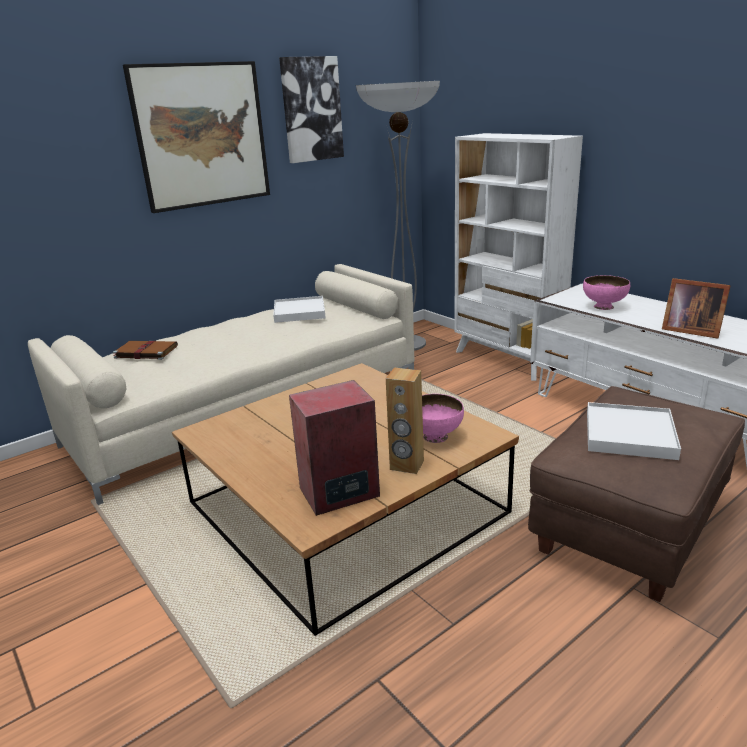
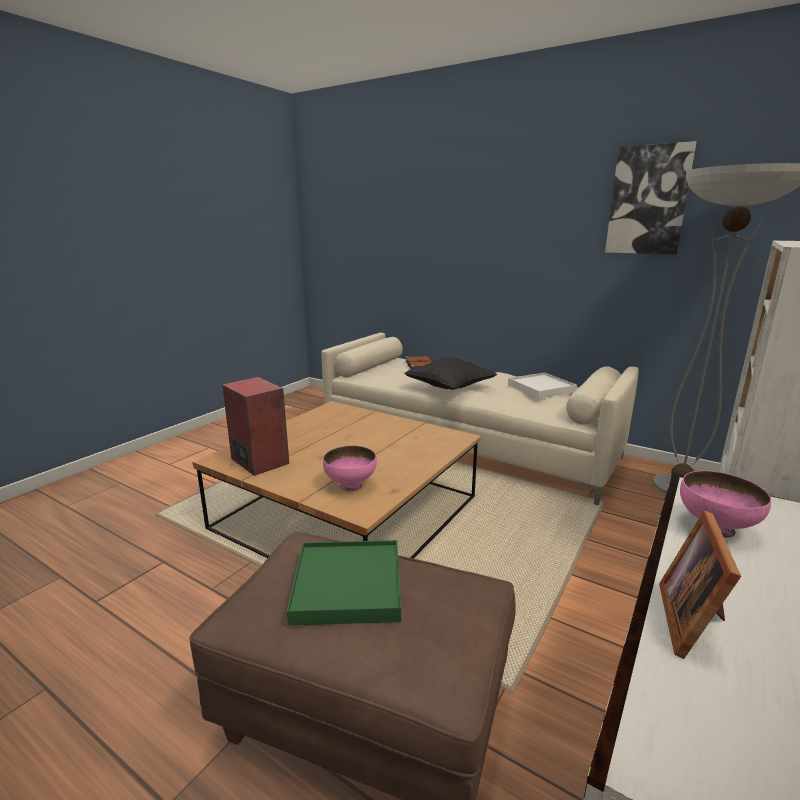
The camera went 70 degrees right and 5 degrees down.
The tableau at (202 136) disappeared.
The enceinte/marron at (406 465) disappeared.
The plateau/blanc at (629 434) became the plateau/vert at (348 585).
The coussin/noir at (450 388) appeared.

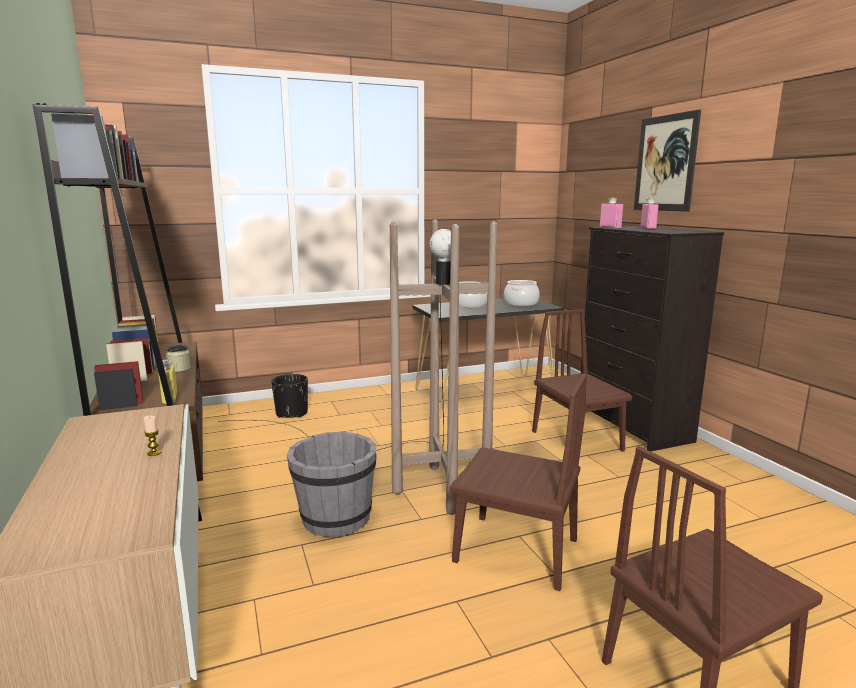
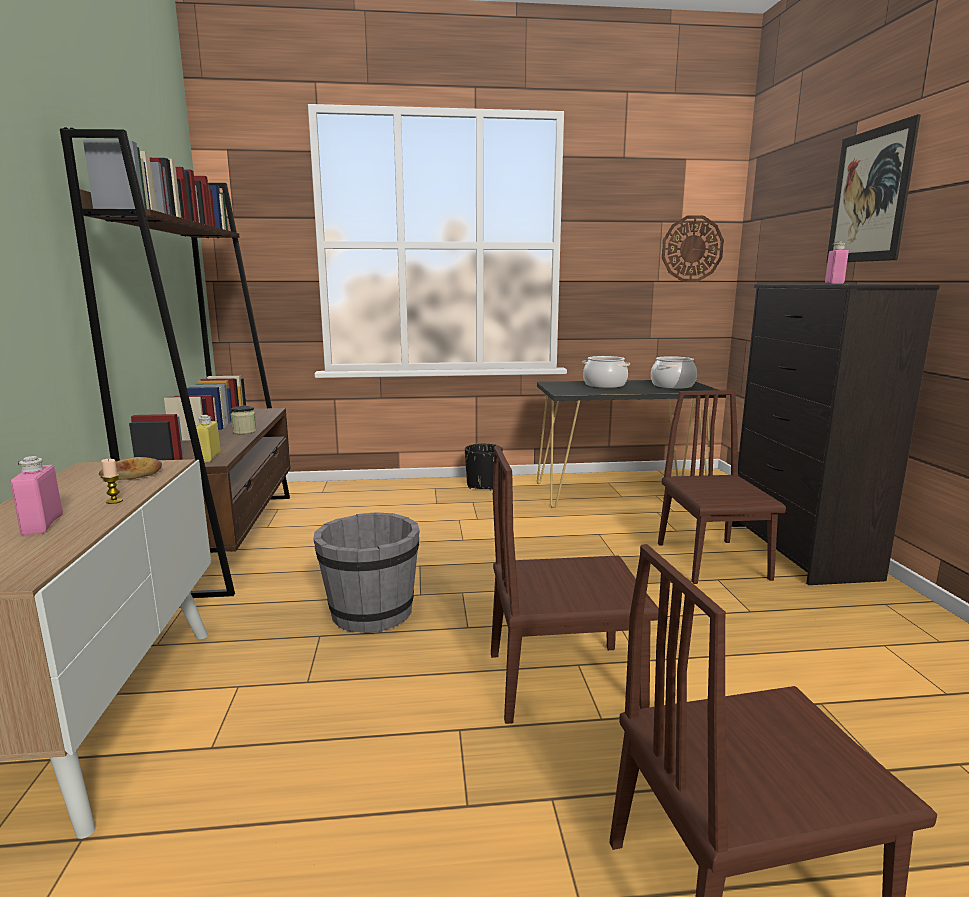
The camera went 15 degrees right and 0 degrees up.
The lampadaire/marron at (387 464) disappeared.
The cache-pot/noir moved from (292 413) to (483 485).
The chaise/marron at (515 550) turned 135 degrees clockwise.
The bouteille/rose moved from (610 227) to (42 525).
The pain at (133 474) appeared.
The horloge murale at (692 249) appeared.

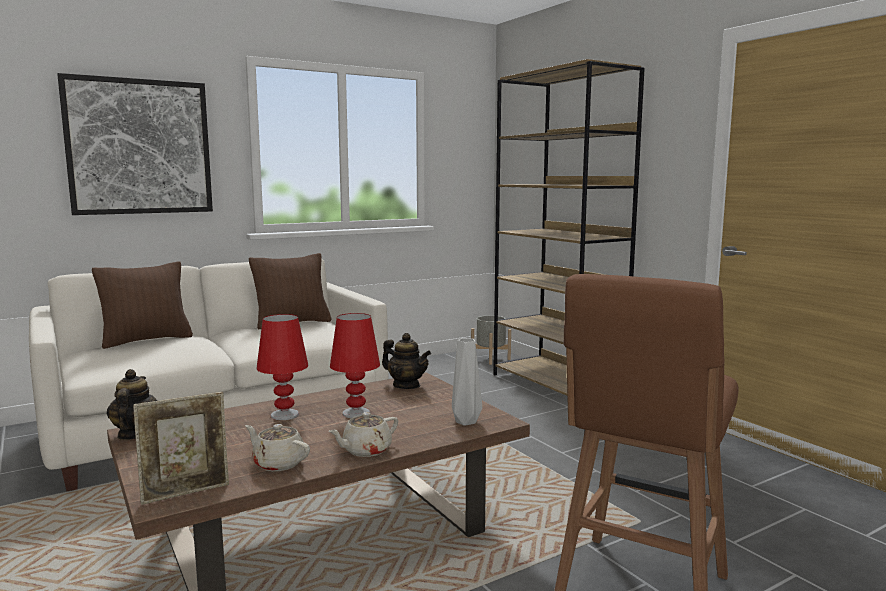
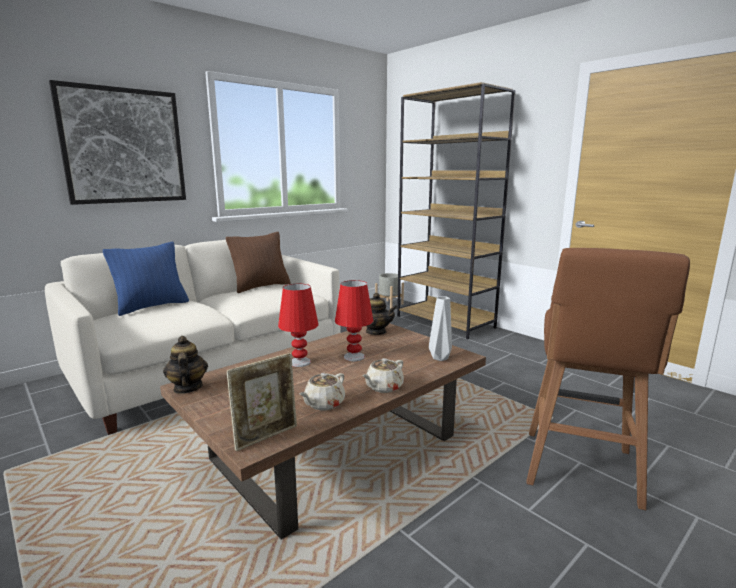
The camera went 10 degrees left and 5 degrees up.
The coussin/marron at (146 340) became the coussin/bleu at (152 307).
The théière/beige at (278 463) turned 75 degrees counterclockwise.

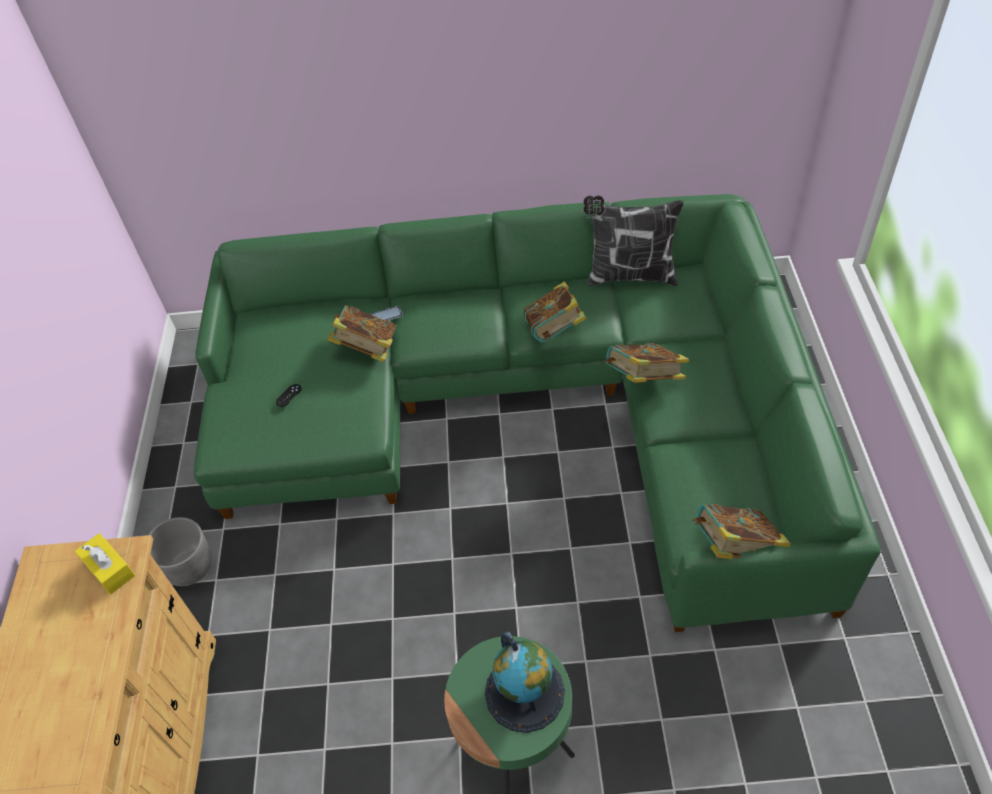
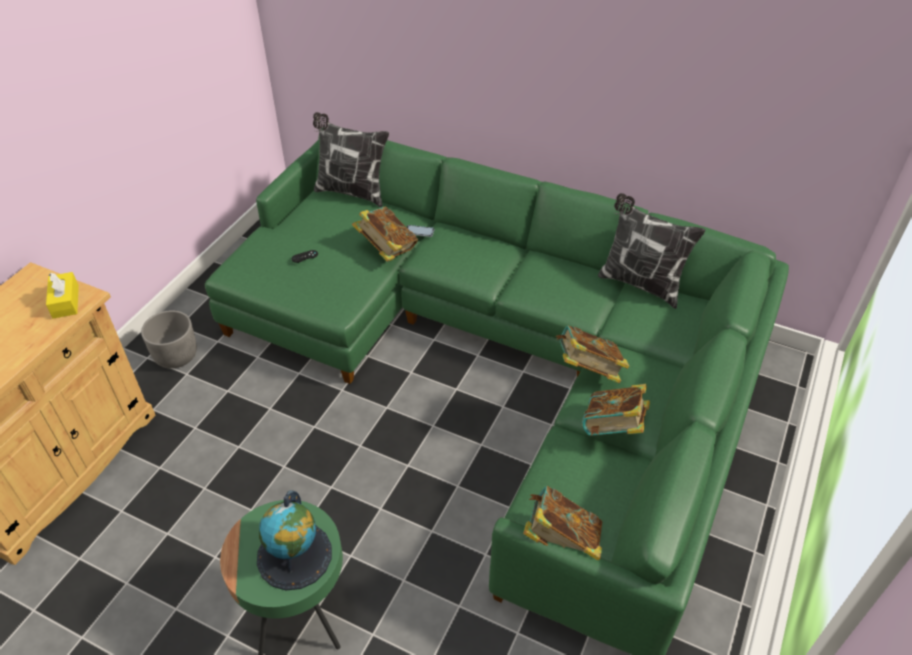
The camera went 25 degrees right and 5 degrees down.
The livre moved from (554 331) to (613 429).
The coussin at (351 192) appeared.

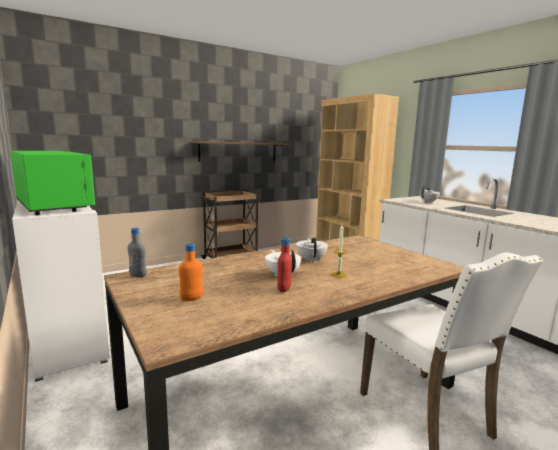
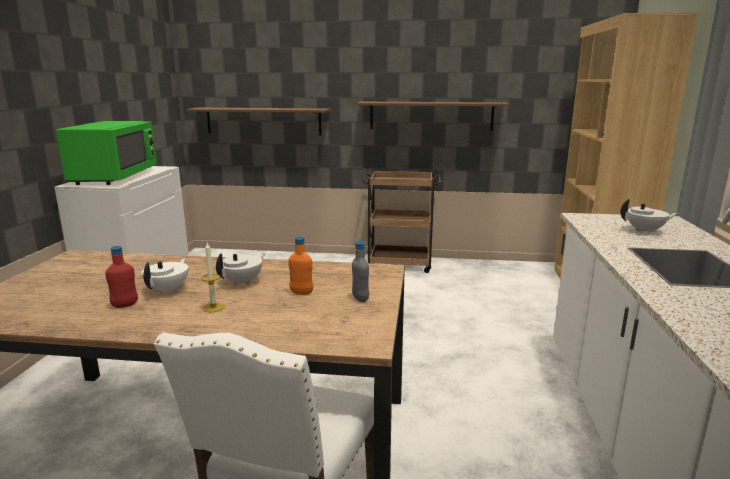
The camera went 40 degrees right and 5 degrees up.
The bouteille/gris moved from (138 276) to (360 299).
The bouteille/orange moved from (191 299) to (301 293).
The étagère/marron at (263 121) appeared.

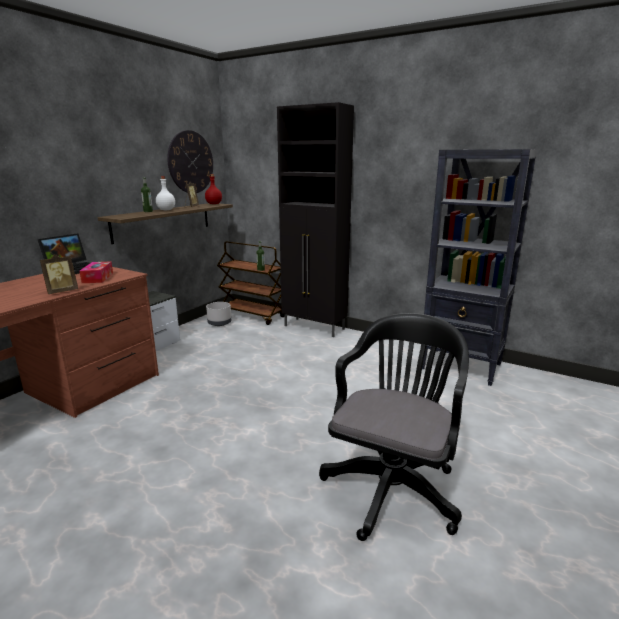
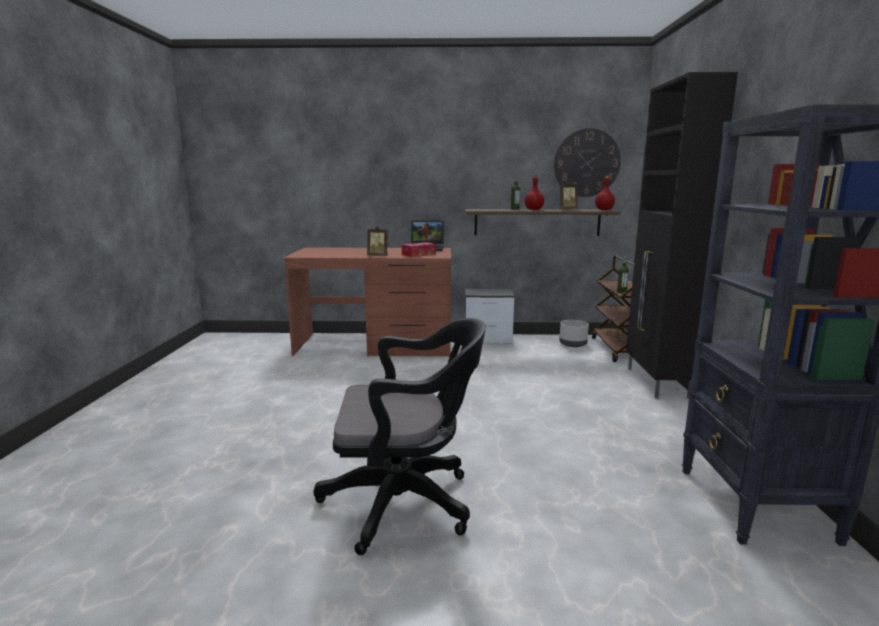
The camera went 60 degrees right and 5 degrees down.
The bouteille/blanc at (166 210) became the bouteille/rouge at (533 209).

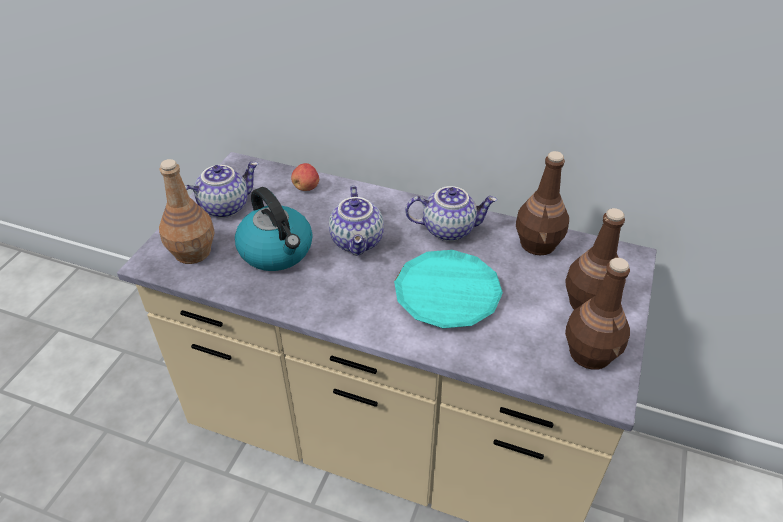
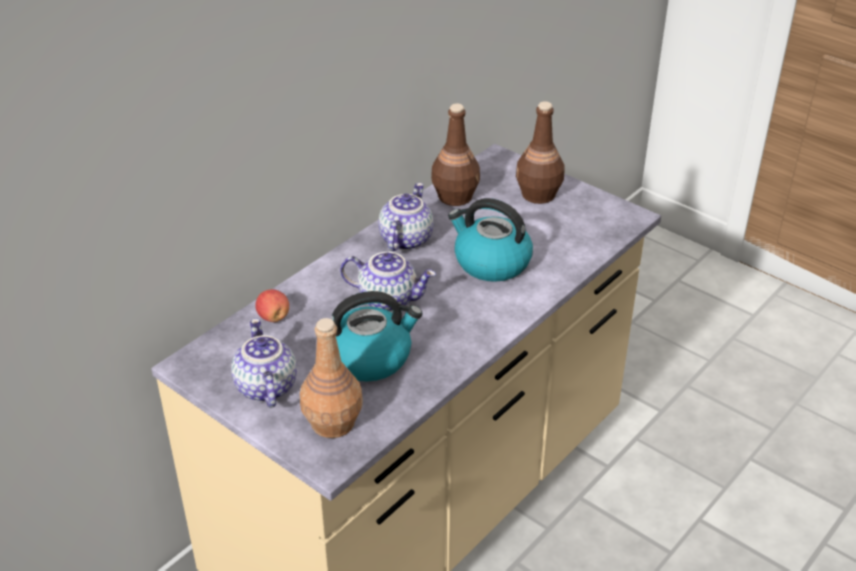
The camera went 70 degrees left and 5 degrees down.
The assiette/turquoise at (447 294) was replaced by the bouilloire at (490 262).
The bouteille/marron at (590 353) disappeared.

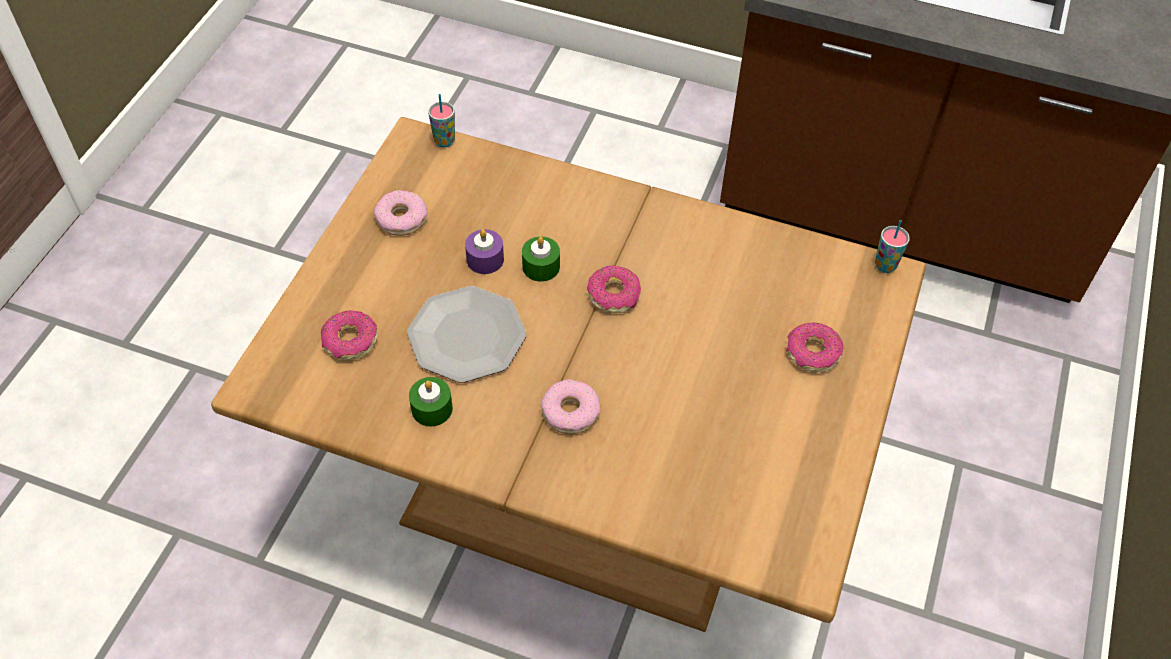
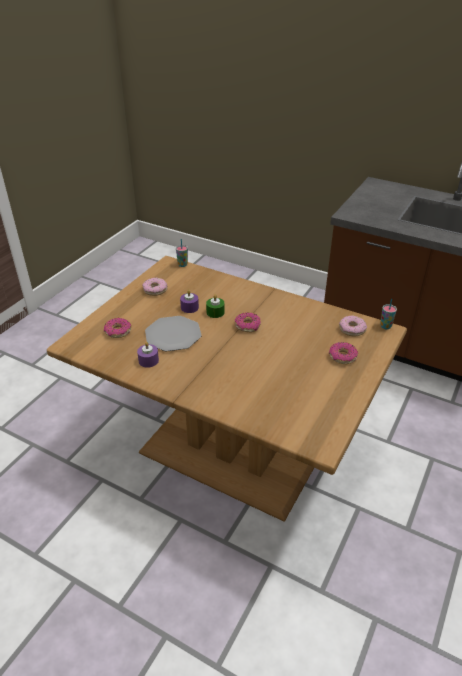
The camera went 10 degrees right and 15 degrees down.
The bougie/vert at (432 409) became the bougie/violet at (148 360).
The beignet moved from (570 412) to (352 329).

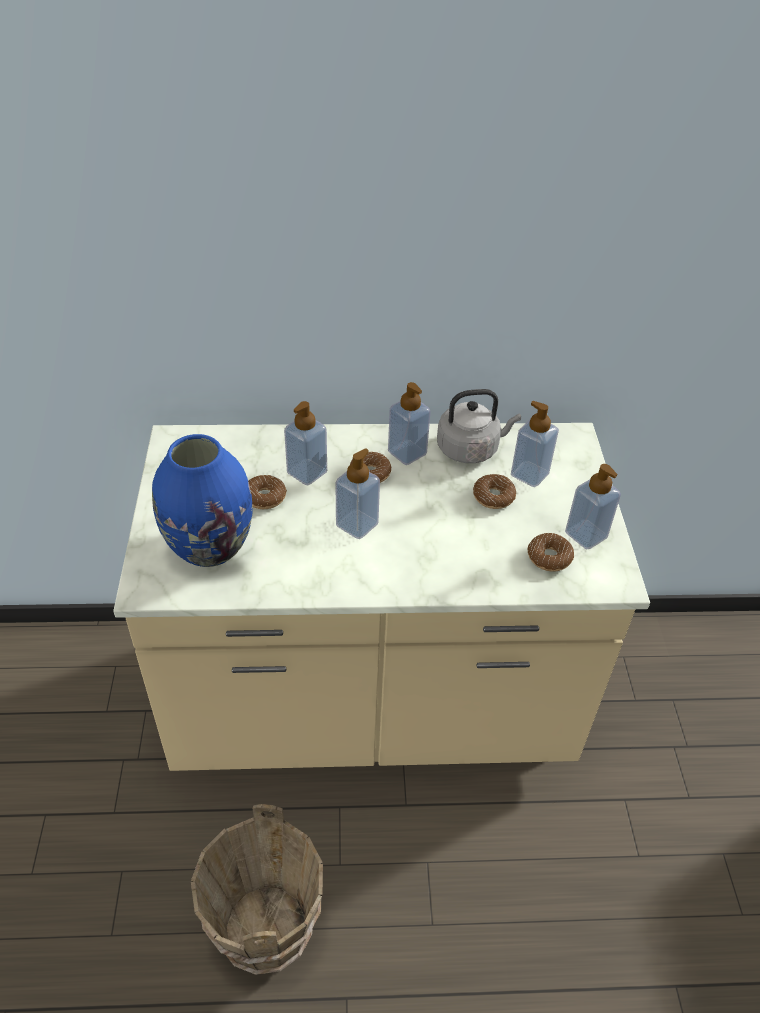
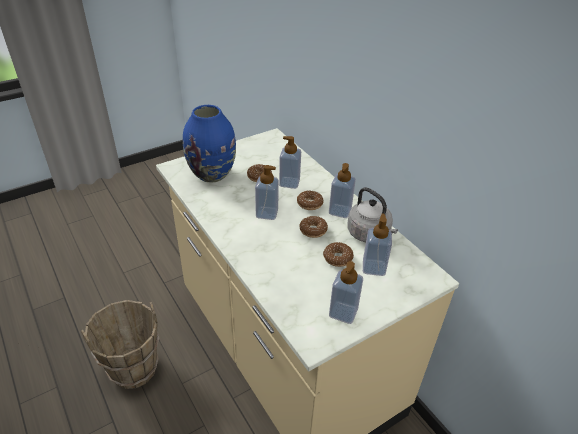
The camera went 60 degrees right and 5 degrees down.
The beignet moved from (549 557) to (313 230).

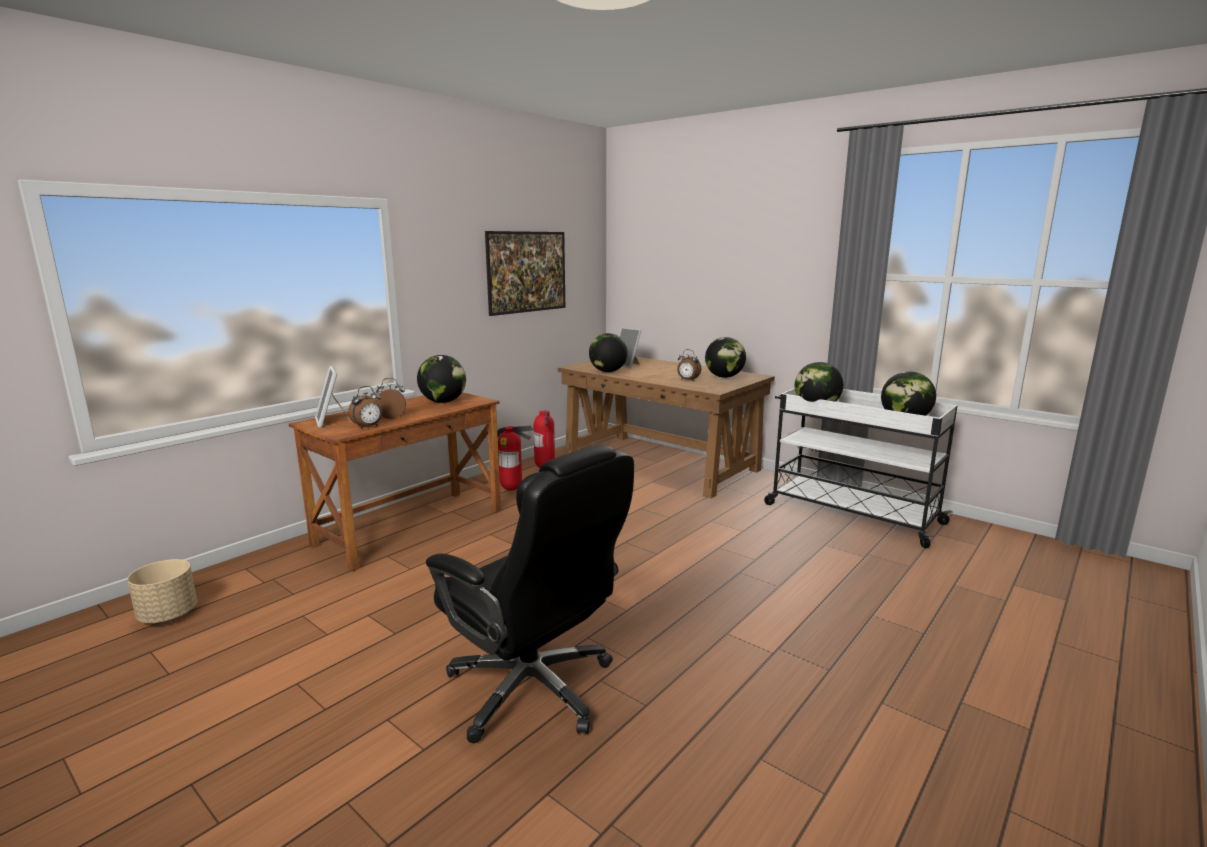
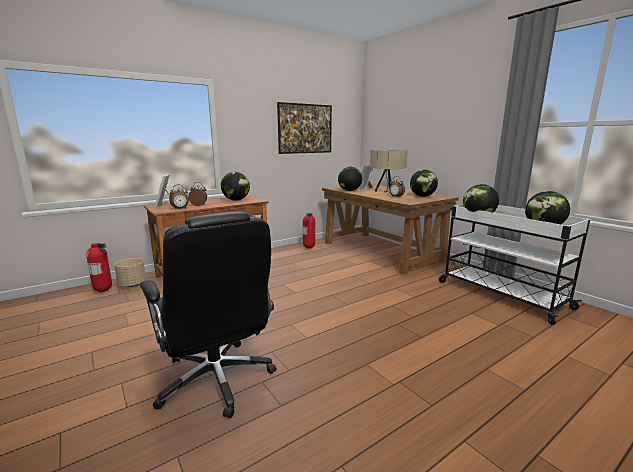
The camera went 15 degrees right and 0 degrees up.
The cache-pot/beige moved from (168 615) to (132 284).
The extincteur moved from (511 489) to (104 291).
The lampe de table/beige at (386 191) appeared.

